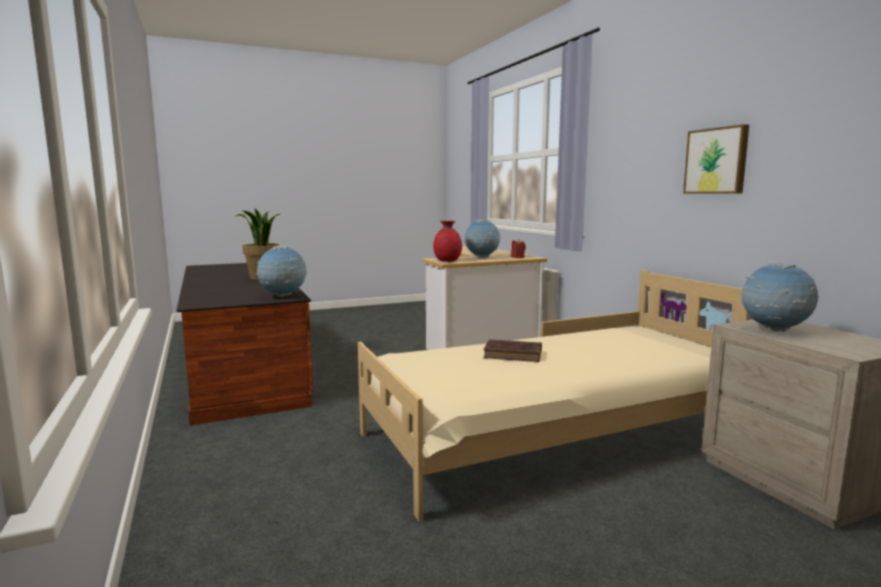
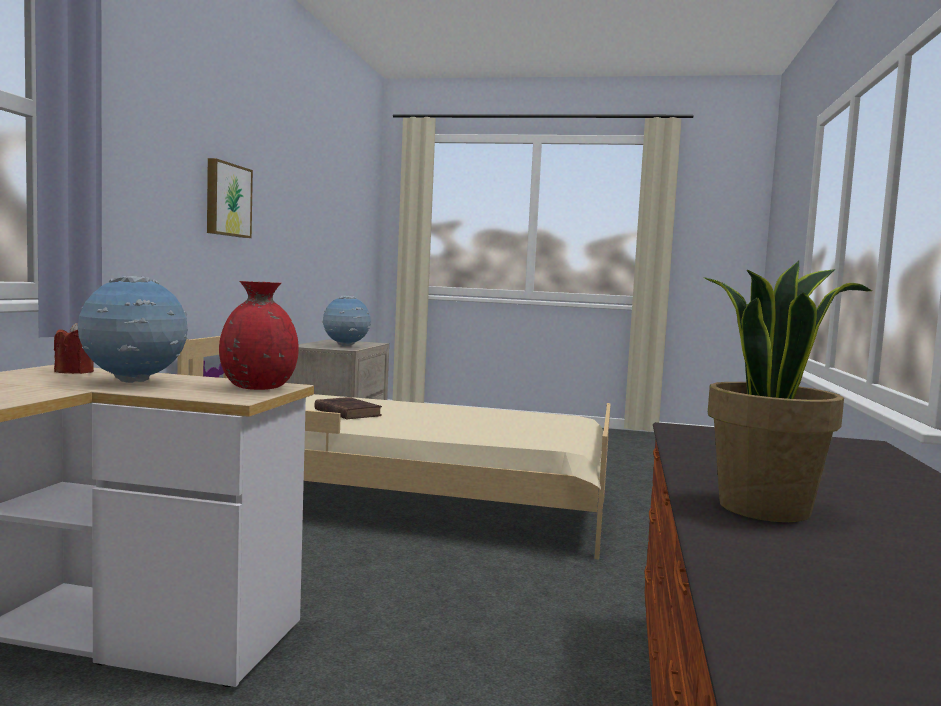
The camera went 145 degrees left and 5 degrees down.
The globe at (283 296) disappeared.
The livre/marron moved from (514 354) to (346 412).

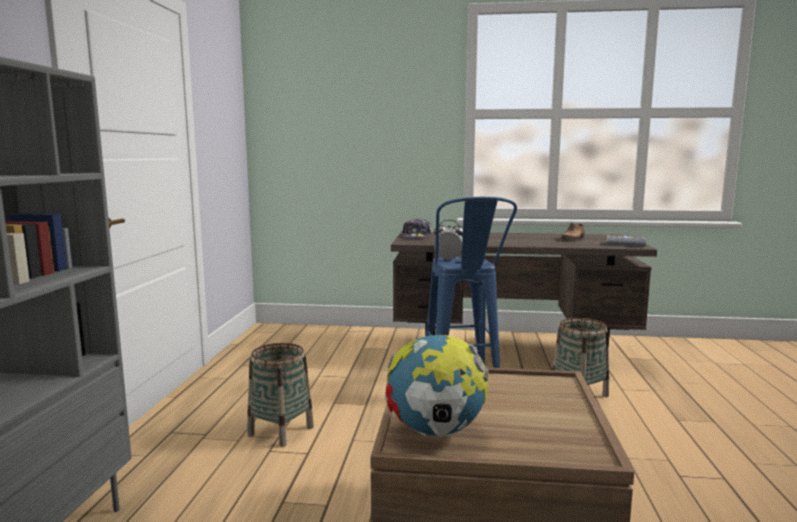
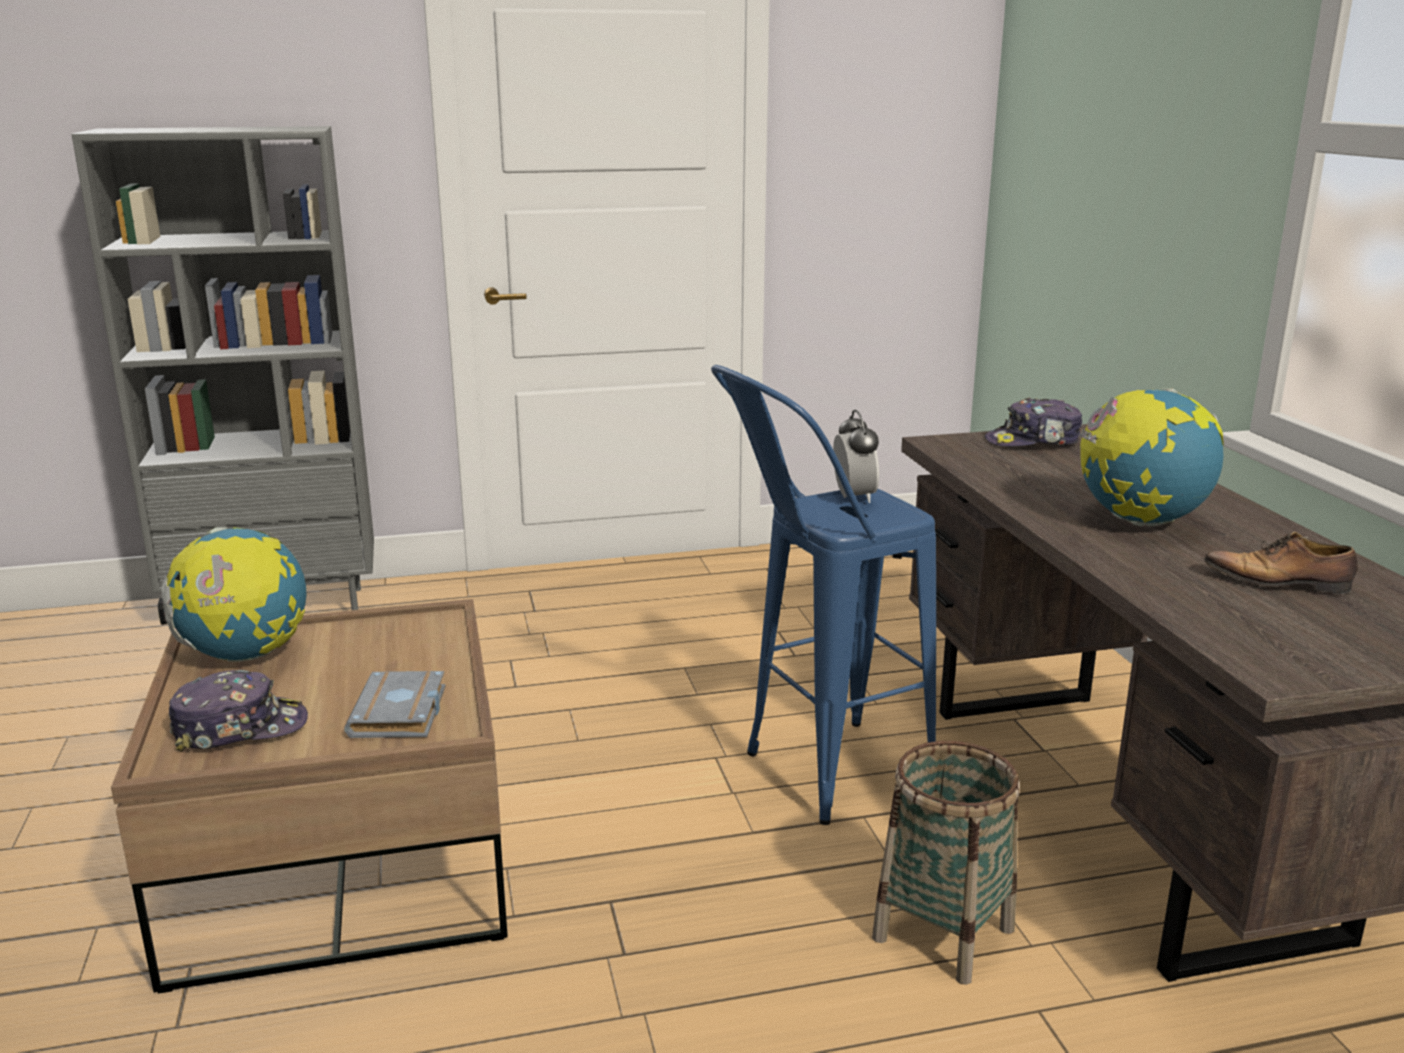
The camera went 70 degrees right and 10 degrees up.
The panier at (281 431) disappeared.
The livre/gris moved from (626 244) to (401 714).
The casquette at (240 728) appeared.
The globe at (1141 522) appeared.

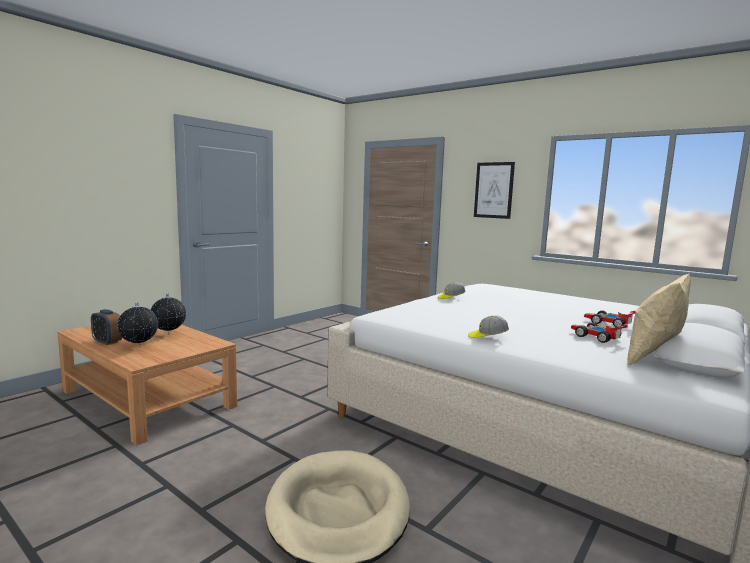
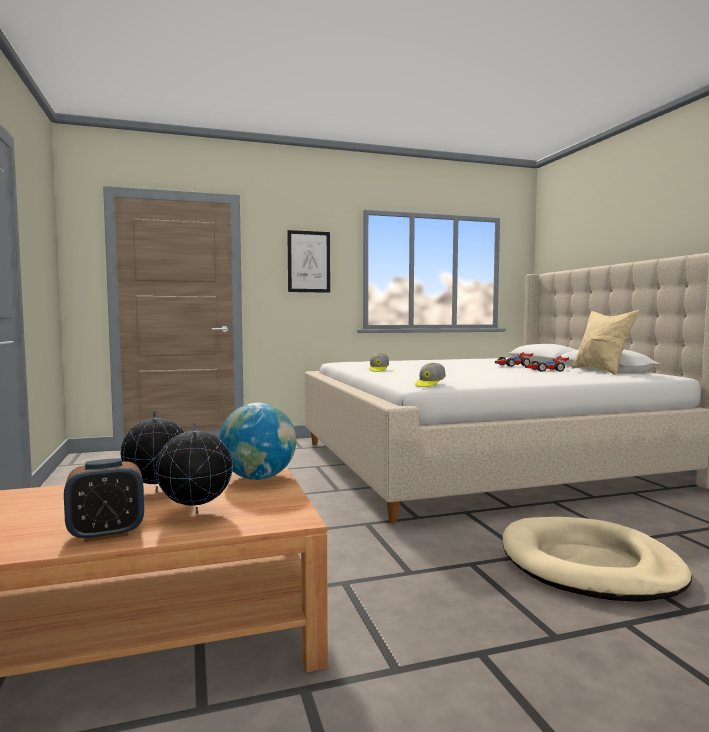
The camera went 55 degrees left and 5 degrees down.
The casquette moved from (487 336) to (430 384).
The globe at (258 478) appeared.

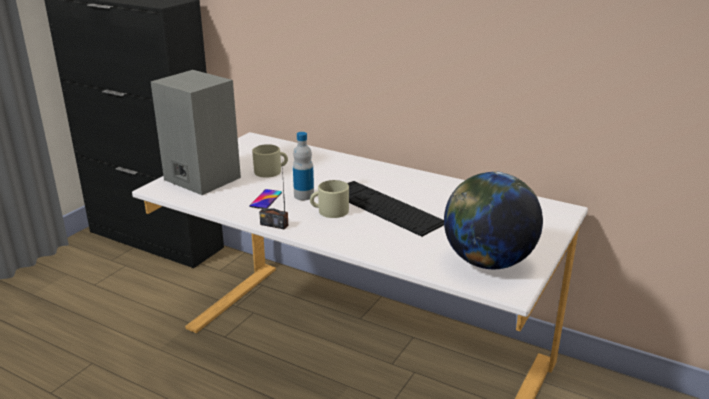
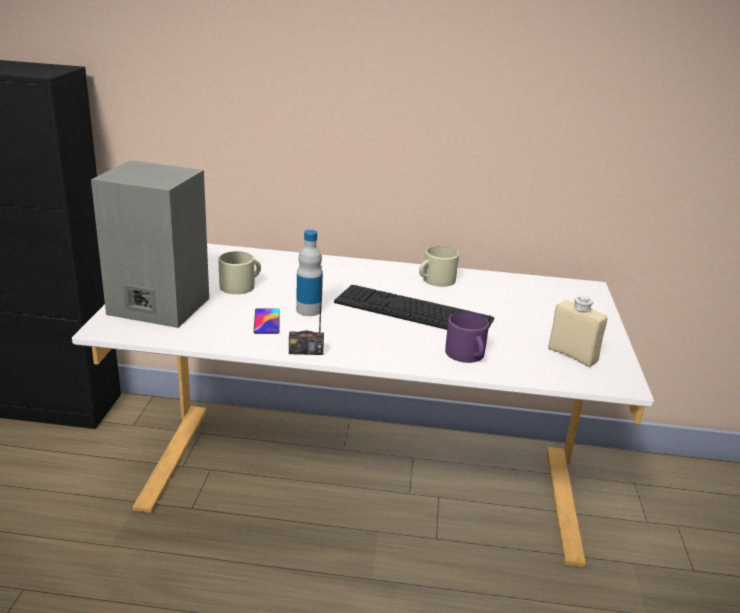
The camera went 25 degrees left and 0 degrees up.
The mug/beige moved from (329 211) to (435 280).
The globe at (488 262) was replaced by the bouteille/beige at (572 355).
The mug/violet at (467 355) appeared.

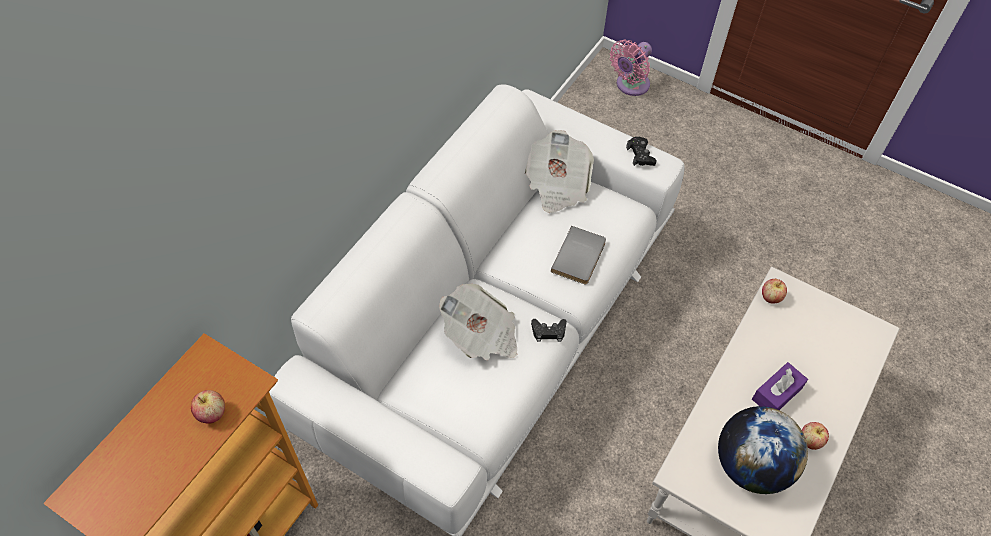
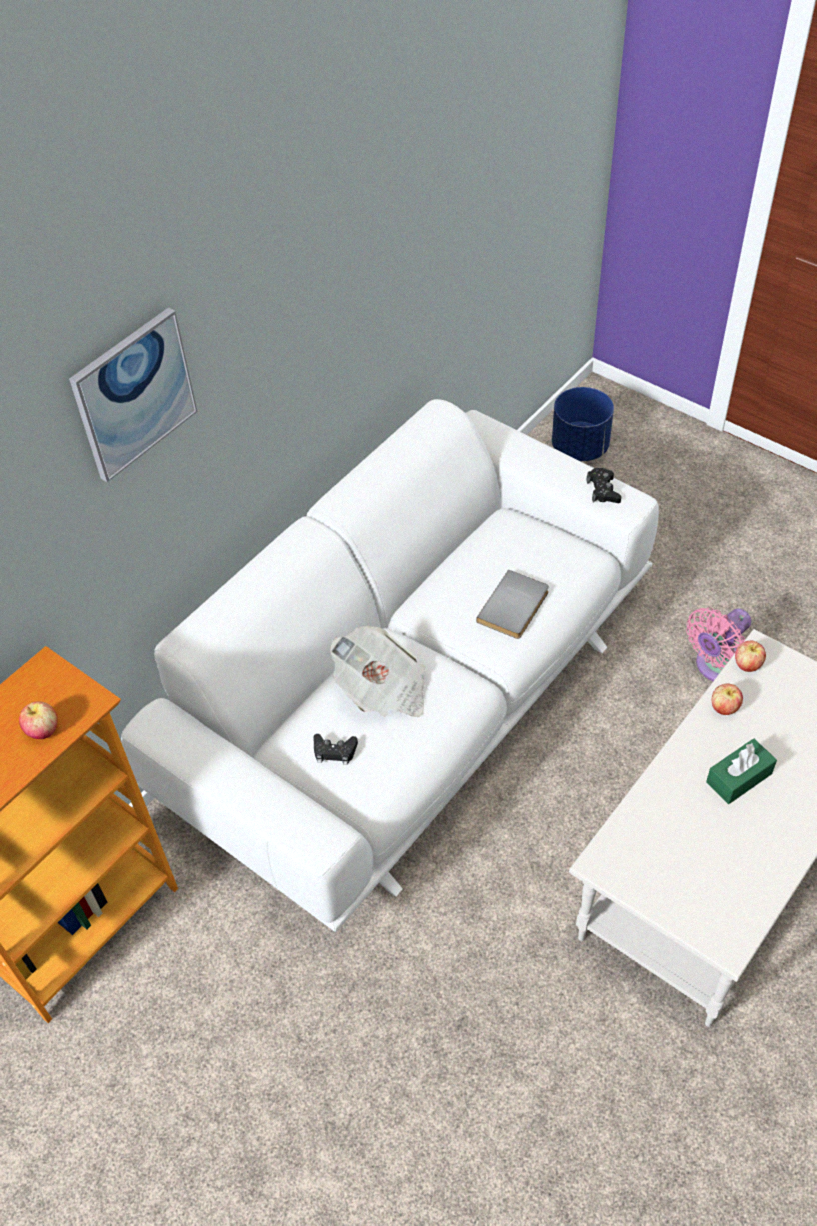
The camera went 10 degrees right and 5 degrees down.
The journal at (557 185) disappeared.
The manette/noir moved from (548 332) to (334 751).
The ventilateur/rose moved from (630 86) to (717 666).
The globe at (751 465) disappeared.
The boîte à mouchoirs/violet at (776 394) became the boîte à mouchoirs/vert at (739 778).
The pomme moved from (810 441) to (724 708).
The tableau at (134 394) appeared.
The cache-pot/bleu at (580 447) appeared.

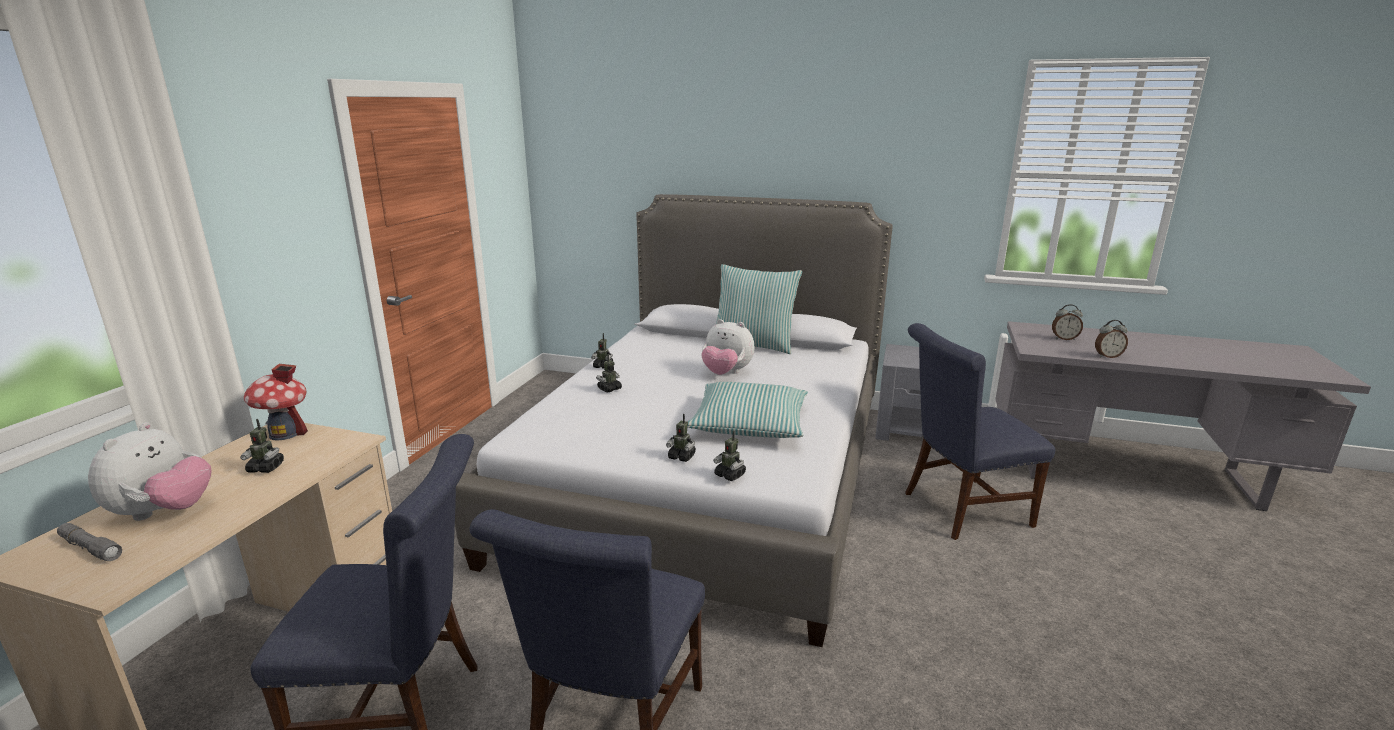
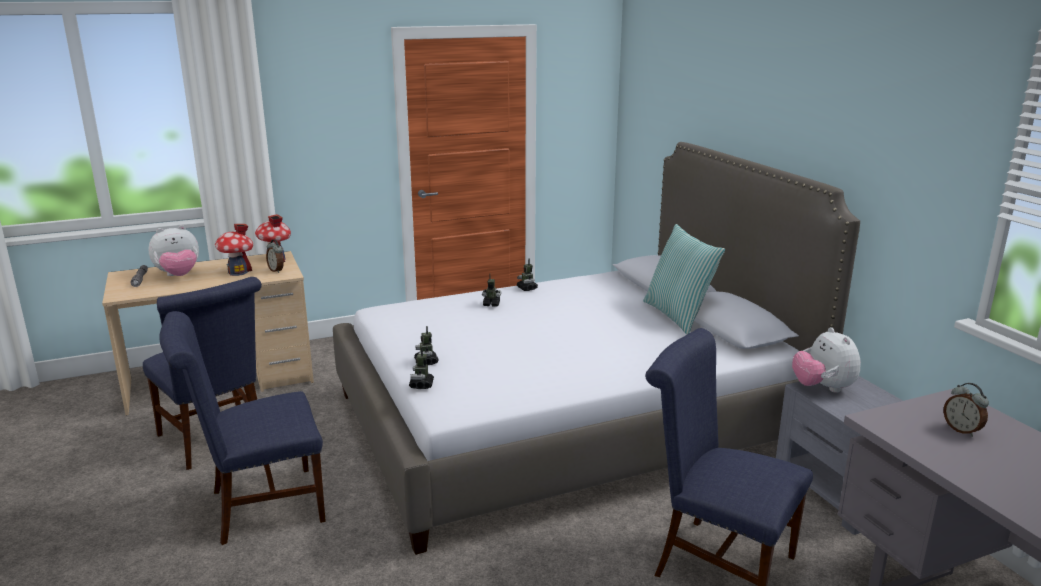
The camera went 50 degrees right and 0 degrees up.
The robot jouet at (266 468) was replaced by the maison miniature at (238 272).
The coussin at (749 424) disappeared.
The peluche moved from (726 373) to (823 388).
The réveil moved from (1107 356) to (277 270).

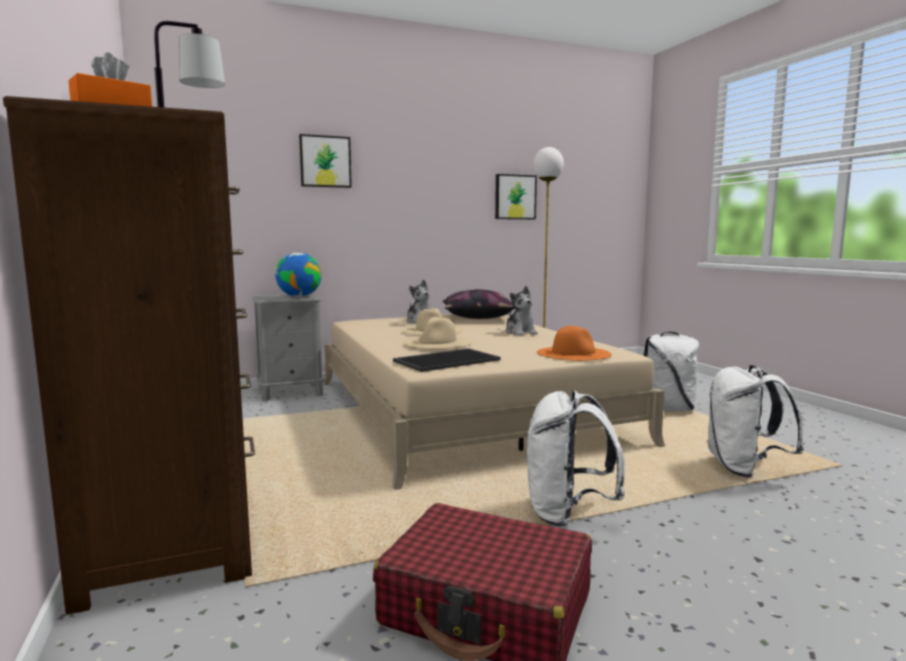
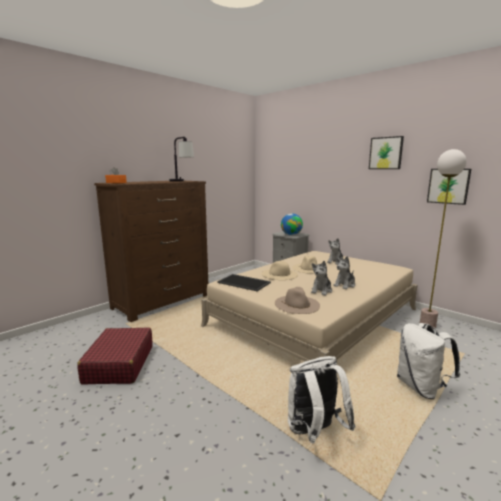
The camera went 65 degrees right and 5 degrees up.
The tableau moved from (325 161) to (386 153).
The coussin at (477 317) disappeared.
The sac à dos/blanc at (567 514) disappeared.
The chapeau/orange at (573 353) became the chapeau/beige at (297 304).
The peluche at (321 290) appeared.

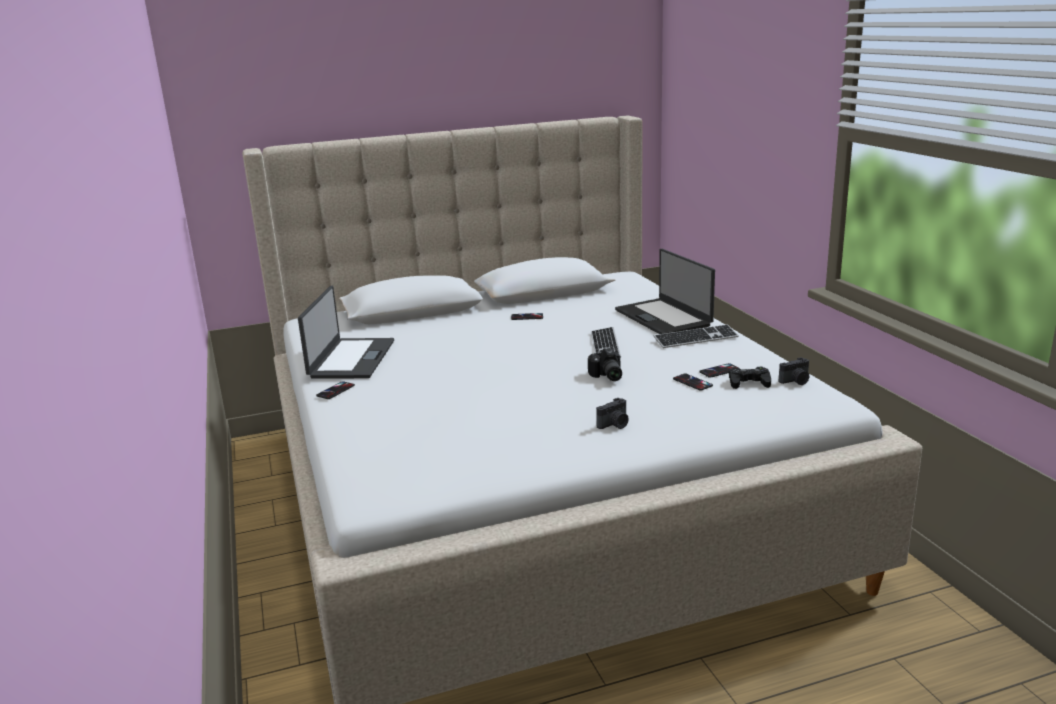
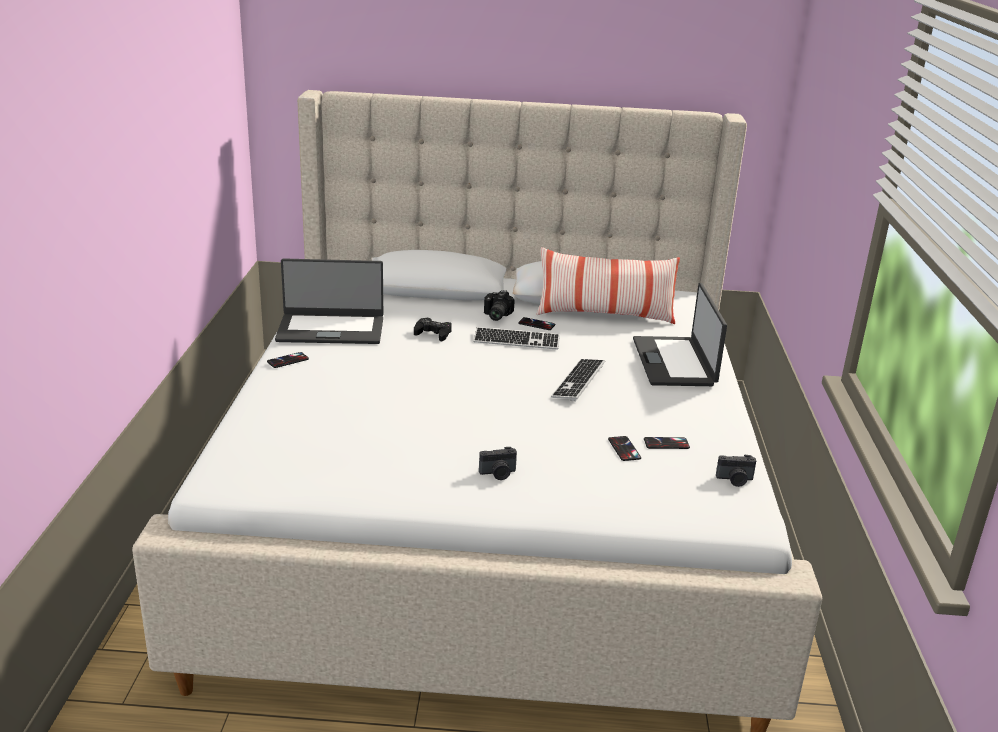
The camera went 20 degrees right and 5 degrees up.
The ordinateur portable at (351 359) turned 60 degrees clockwise.
The appareil photo moved from (606 376) to (495 315).
The clavier moved from (696 339) to (516 341).
The manette/noir moved from (748 382) to (433 333).
The coussin at (605 315) appeared.

